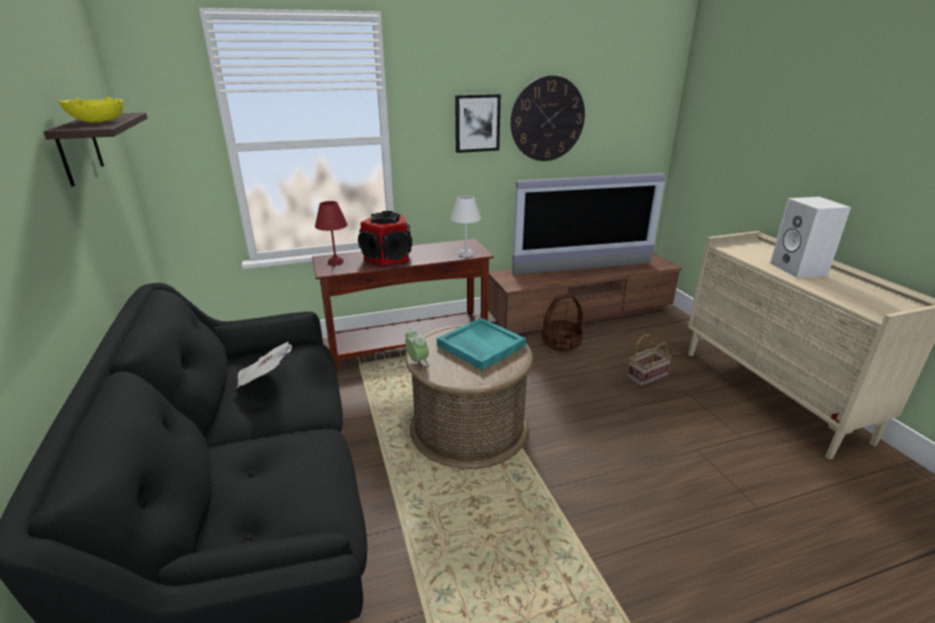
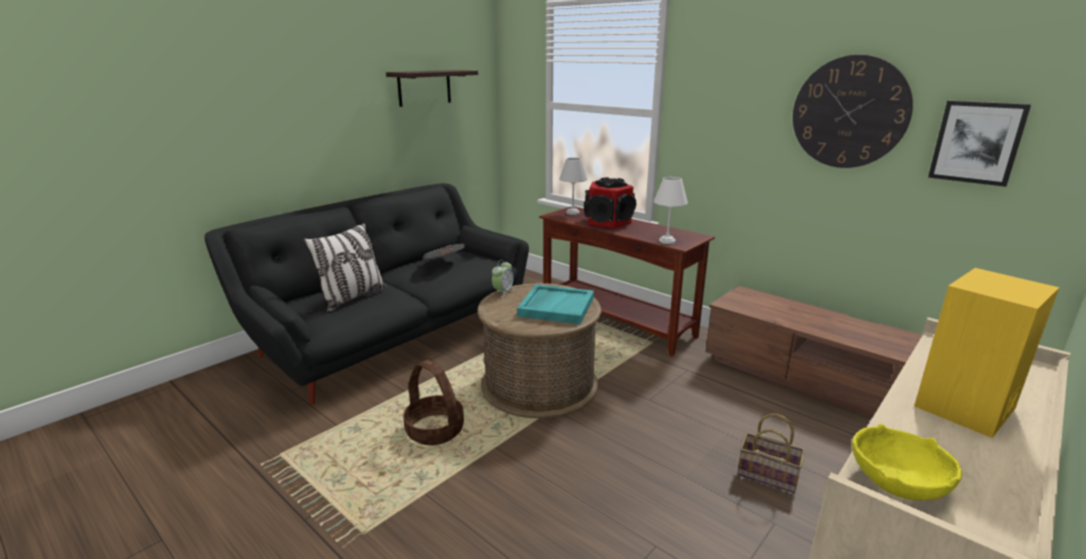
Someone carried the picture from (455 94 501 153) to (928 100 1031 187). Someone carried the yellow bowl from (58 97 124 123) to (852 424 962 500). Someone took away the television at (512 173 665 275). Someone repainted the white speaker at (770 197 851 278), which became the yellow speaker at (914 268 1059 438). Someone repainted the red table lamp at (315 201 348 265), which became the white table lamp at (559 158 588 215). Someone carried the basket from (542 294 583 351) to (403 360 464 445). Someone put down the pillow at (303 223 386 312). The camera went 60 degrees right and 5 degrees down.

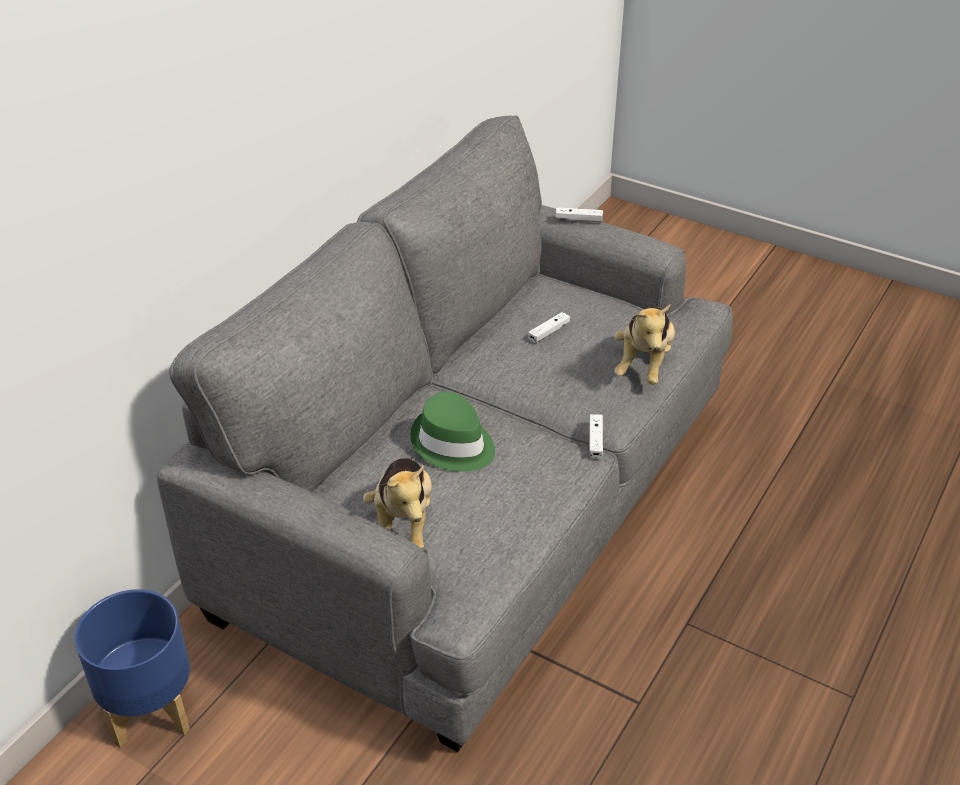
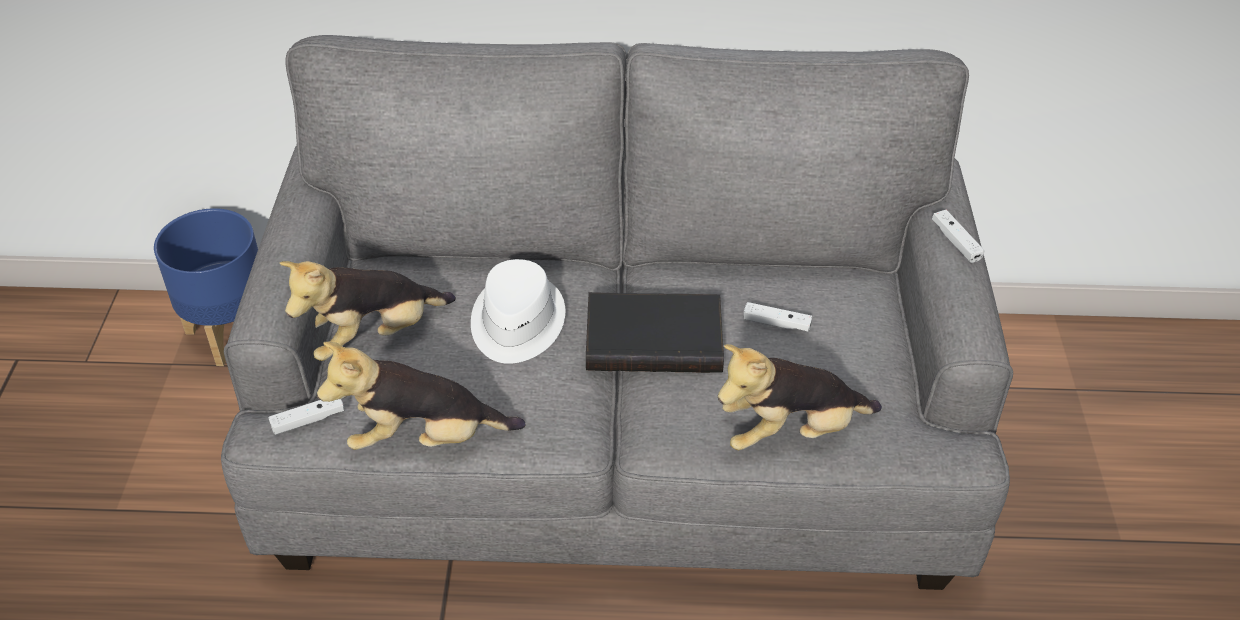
Someone repainted the green hat at (411 392 495 472), which became the white hat at (471 259 565 364). Someone carried the white game controller from (589 414 603 459) to (268 399 344 435). Someone put down the black book at (586 292 724 373). Someone put down the plush toy at (317 341 526 450). The camera went 60 degrees right and 5 degrees up.

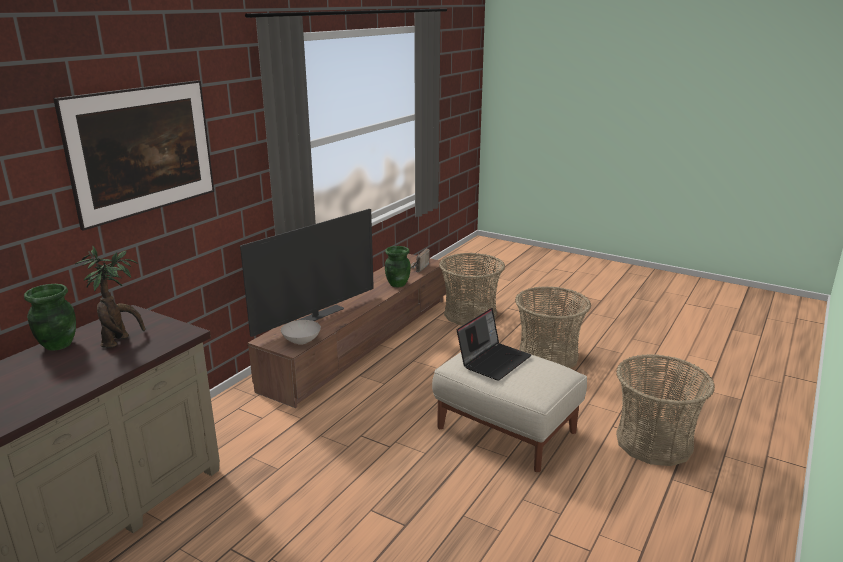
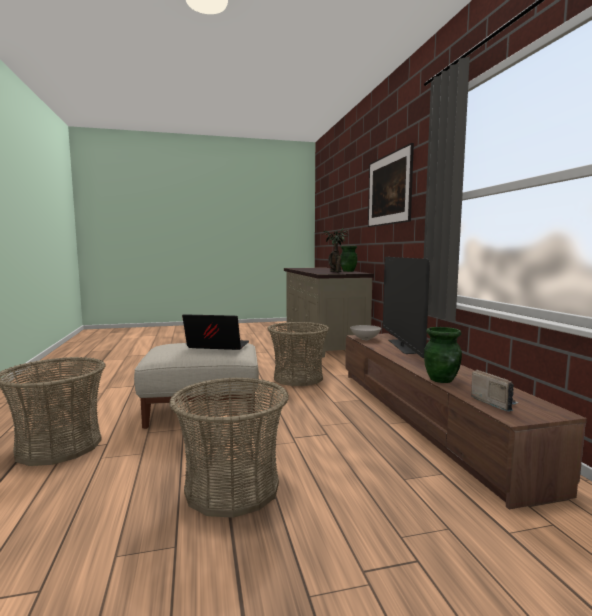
Someone carried the basket from (439 253 505 325) to (267 322 329 386). Someone rotated the laptop at (457 308 531 381) by 105 degrees clockwise. The camera went 135 degrees right and 15 degrees down.

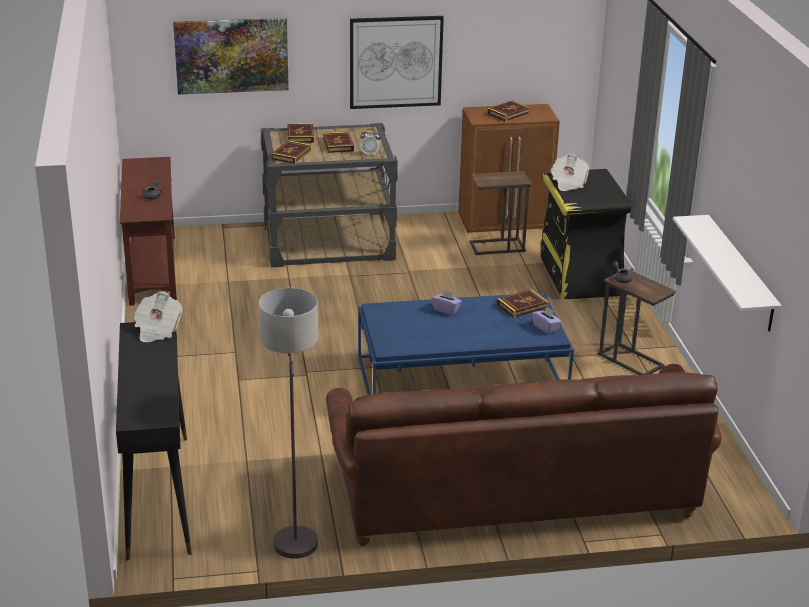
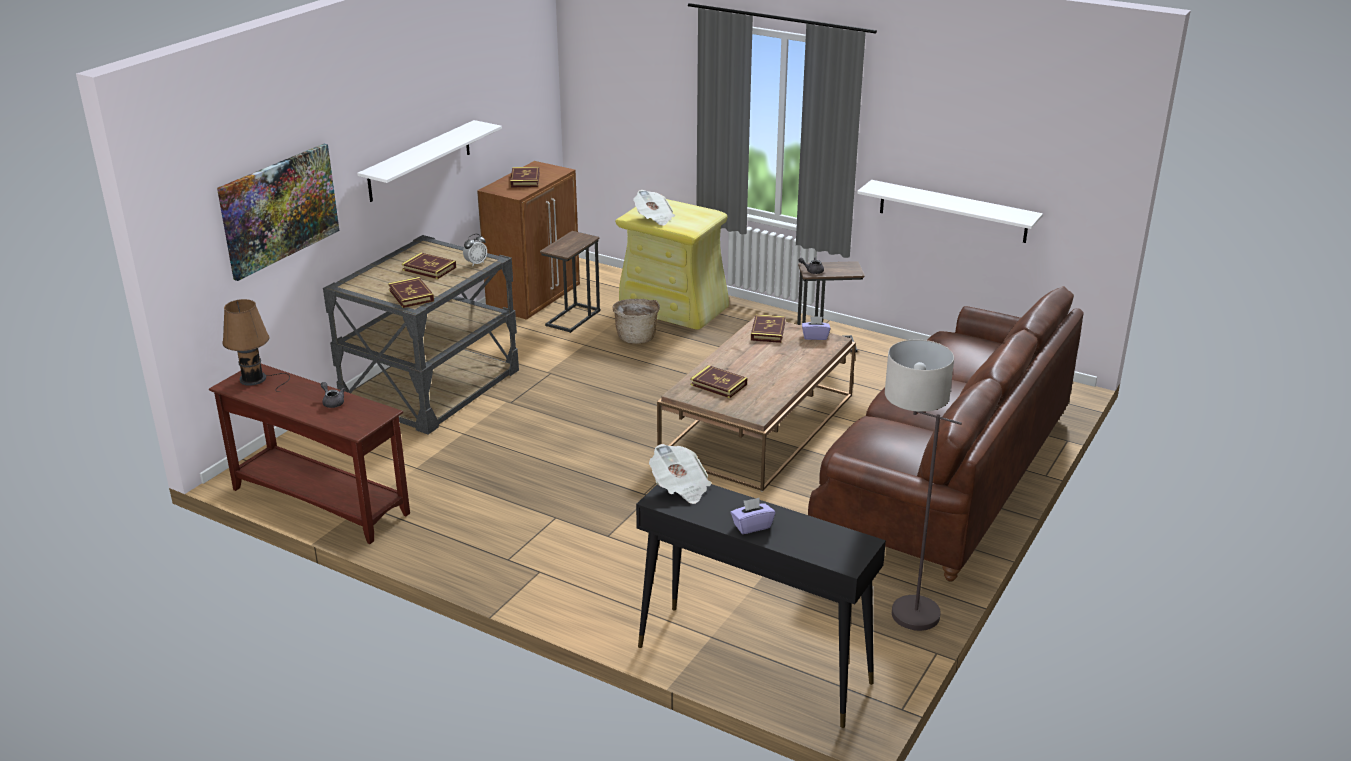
Someone swapped the picture at (350 16 444 109) for the white shelf at (357 120 502 202). Someone carried the book from (287 123 314 143) to (691 365 747 398). Someone repainted the black nightstand at (541 169 631 299), which became the yellow nightstand at (615 199 729 330). Someone carried the purple tissue box from (431 290 462 315) to (731 498 775 534). Someone repainted the blue coffee table at (358 293 574 395), which became the brown coffee table at (657 317 856 492). Someone put down the brown table lamp at (222 299 290 392). Someone put down the basket at (612 299 660 344). The camera went 50 degrees left and 0 degrees up.

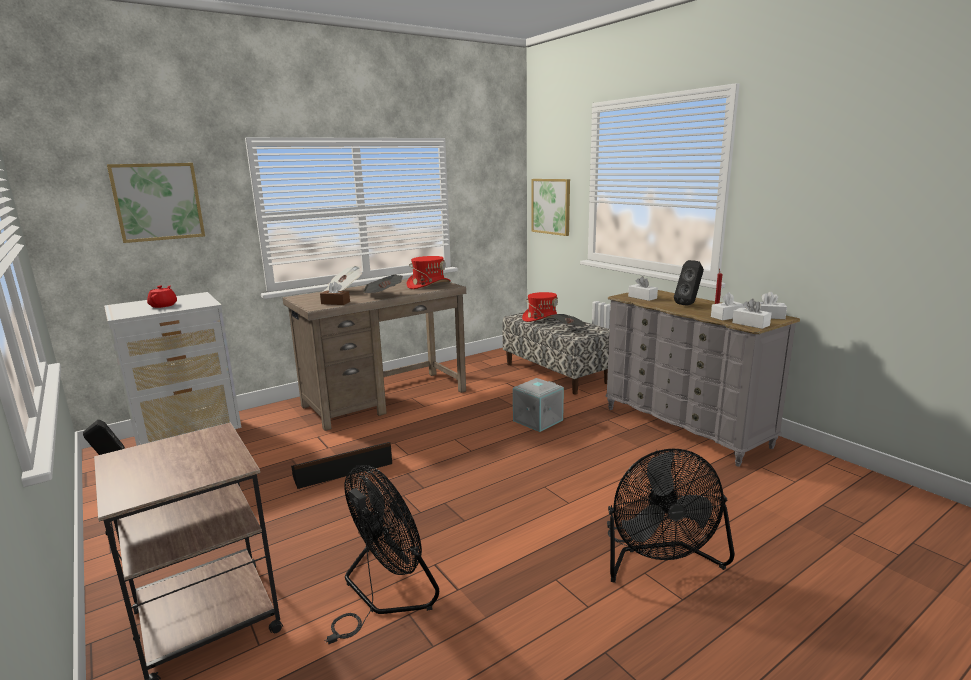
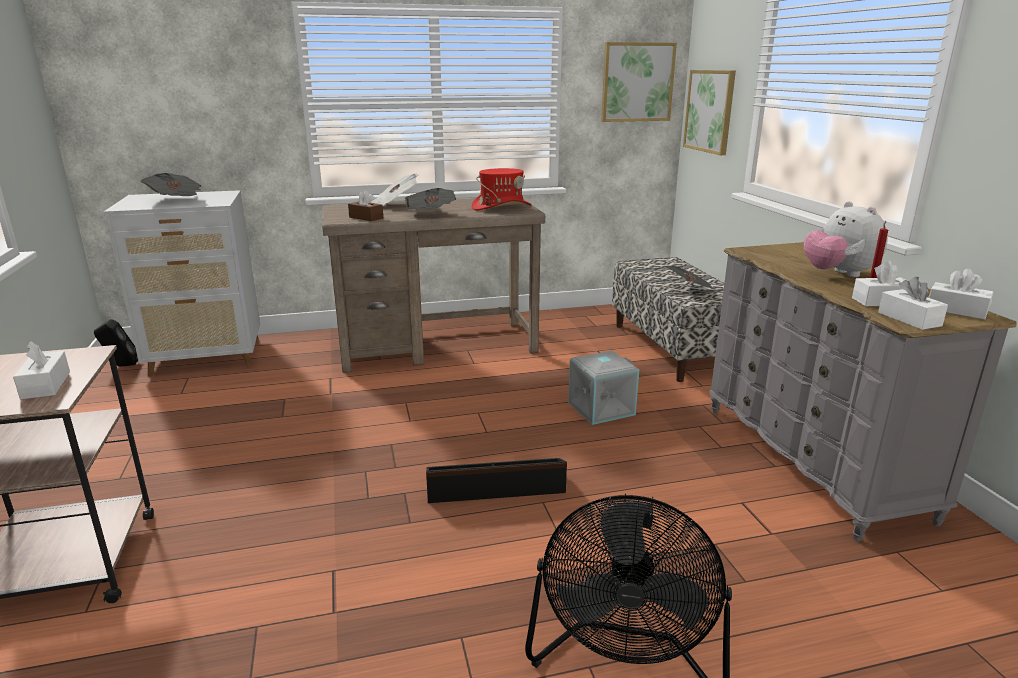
Someone carried the picture from (107 163 205 243) to (601 42 677 122). Someone swapped the black speaker at (674 260 704 306) for the plush toy at (804 201 888 277). Someone carried the white tissue box from (628 276 658 301) to (13 341 70 399). Someone swapped the red teapot at (147 285 177 308) for the newspaper at (141 173 201 196). Someone took away the red hat at (522 292 558 322). Someone carried the black storage box from (291 442 392 489) to (426 458 567 503). Someone took away the black fan at (324 465 439 644). The camera went 20 degrees right and 5 degrees up.

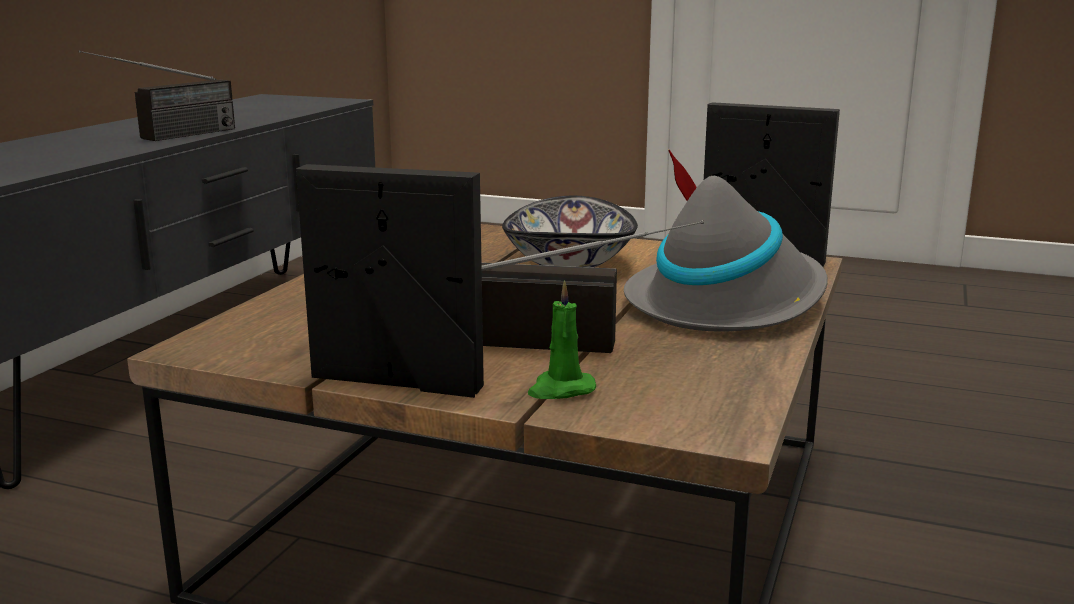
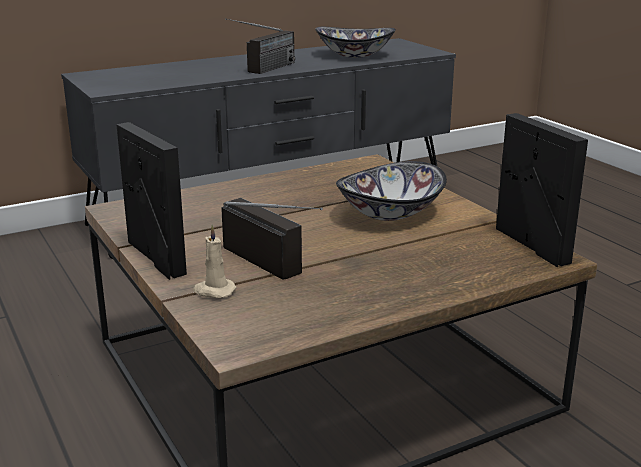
Someone rotated the radio at (79 50 235 141) by 45 degrees counterclockwise. Someone took away the grey hat at (624 150 828 332). Someone repainted the green candle at (528 280 596 399), which became the beige candle at (193 225 237 298). Someone put down the bowl at (316 27 396 58). The camera went 40 degrees right and 5 degrees up.

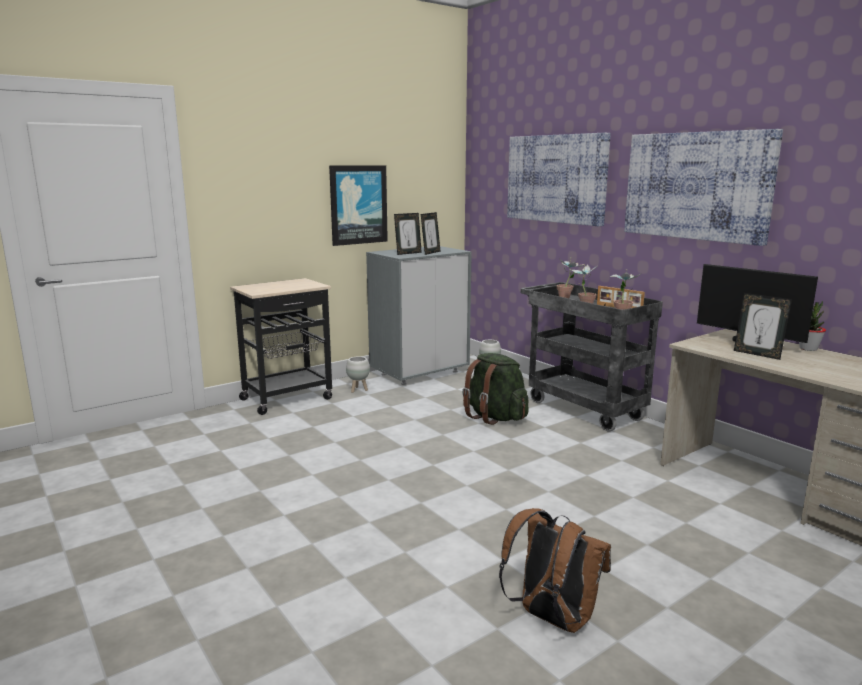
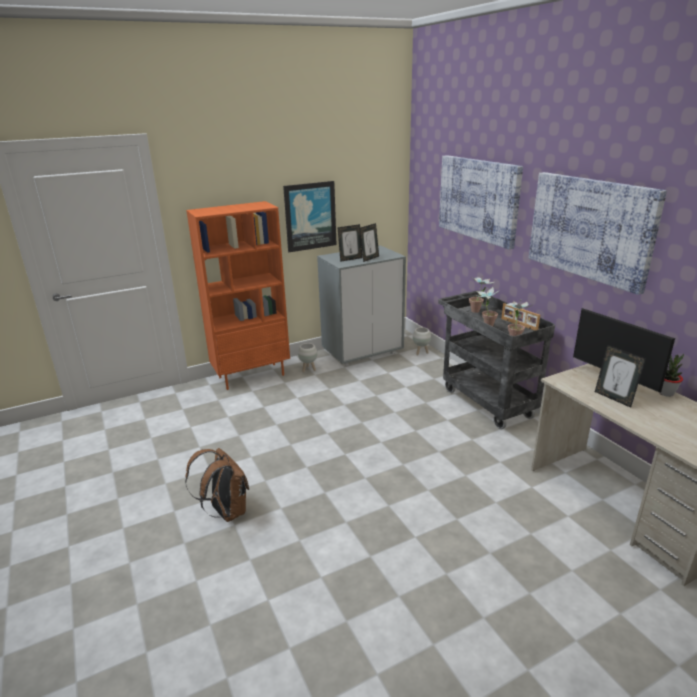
Someone swapped the cart at (230 278 332 415) for the orange bookcase at (186 201 290 390). Someone took away the green backpack at (462 353 528 425). Someone carried the brown backpack from (499 508 611 633) to (185 448 249 522). The camera went 10 degrees right and 10 degrees up.

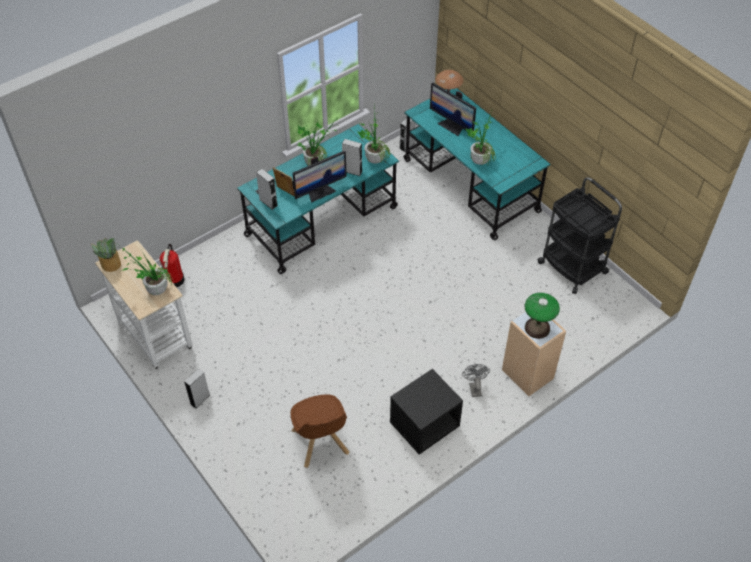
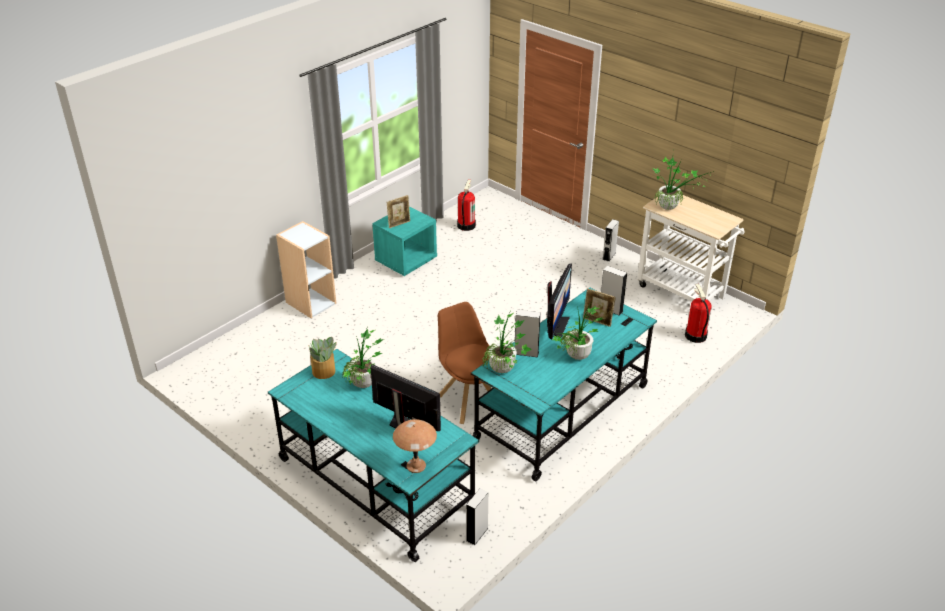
Someone rotated the monitor at (292 151 347 203) by 150 degrees clockwise. Someone took away the black cart at (538 177 622 294). Someone carried the potted plant from (91 238 121 272) to (308 337 337 379). Someone took away the table lamp at (524 293 560 339). Someone took away the grey fan at (462 364 490 397). Someone repainted the black nightstand at (390 369 463 455), which became the turquoise nightstand at (372 206 437 276). Someone carried the brown chair from (290 394 349 468) to (438 302 492 424). Someone put down the fire extinguisher at (457 180 476 231). Someone put down the picture frame at (387 195 410 228). The camera went 170 degrees right and 15 degrees down.

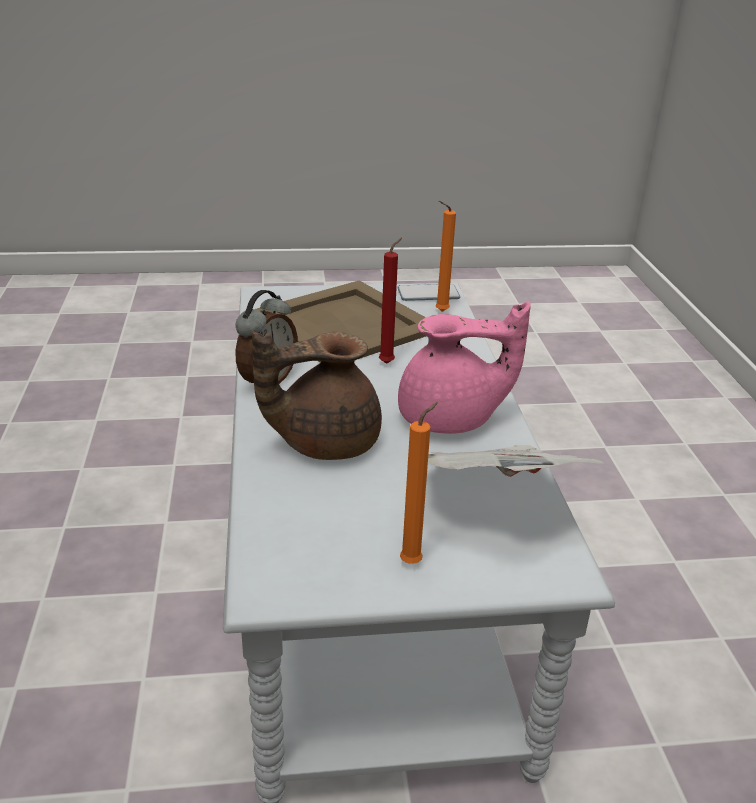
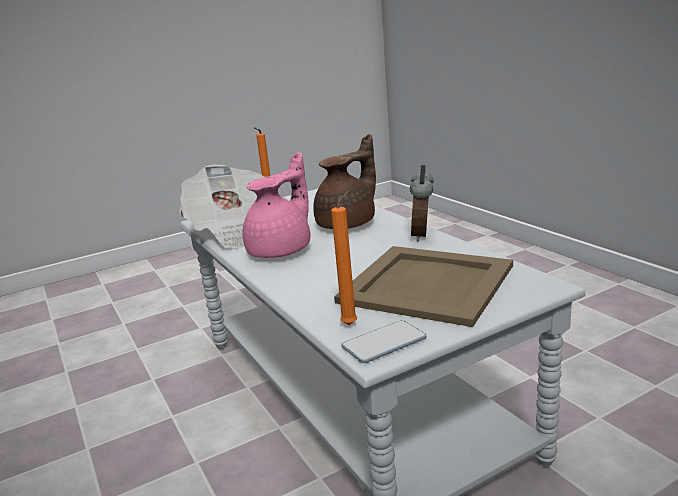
Someone took away the red candle at (379 238 402 364). Someone rotated the pink teapot at (398 302 530 434) by 150 degrees clockwise. The camera went 160 degrees right and 10 degrees down.

